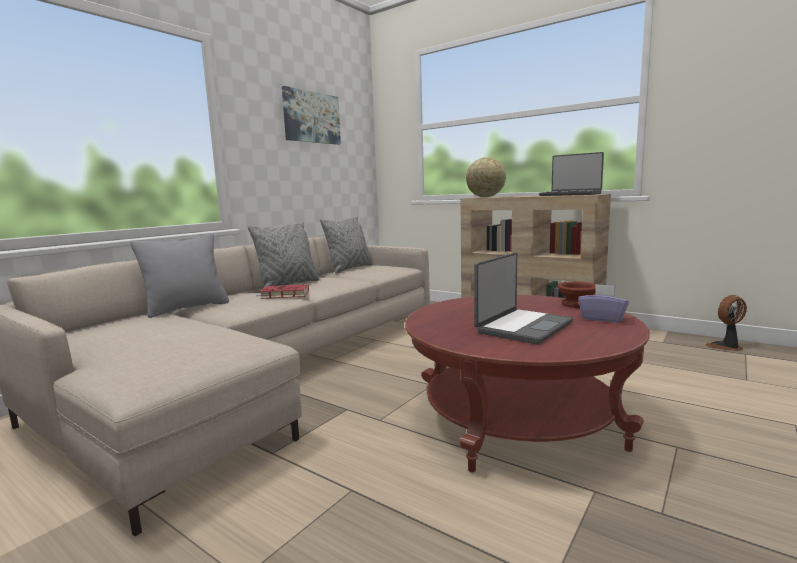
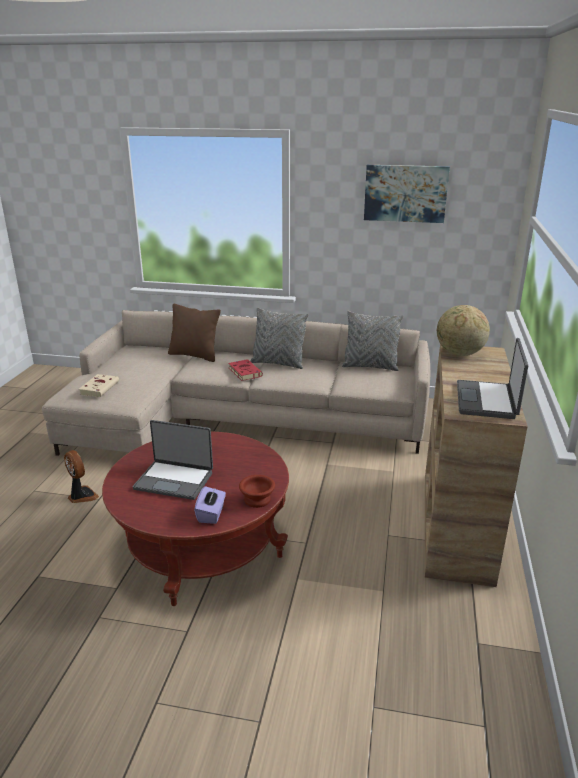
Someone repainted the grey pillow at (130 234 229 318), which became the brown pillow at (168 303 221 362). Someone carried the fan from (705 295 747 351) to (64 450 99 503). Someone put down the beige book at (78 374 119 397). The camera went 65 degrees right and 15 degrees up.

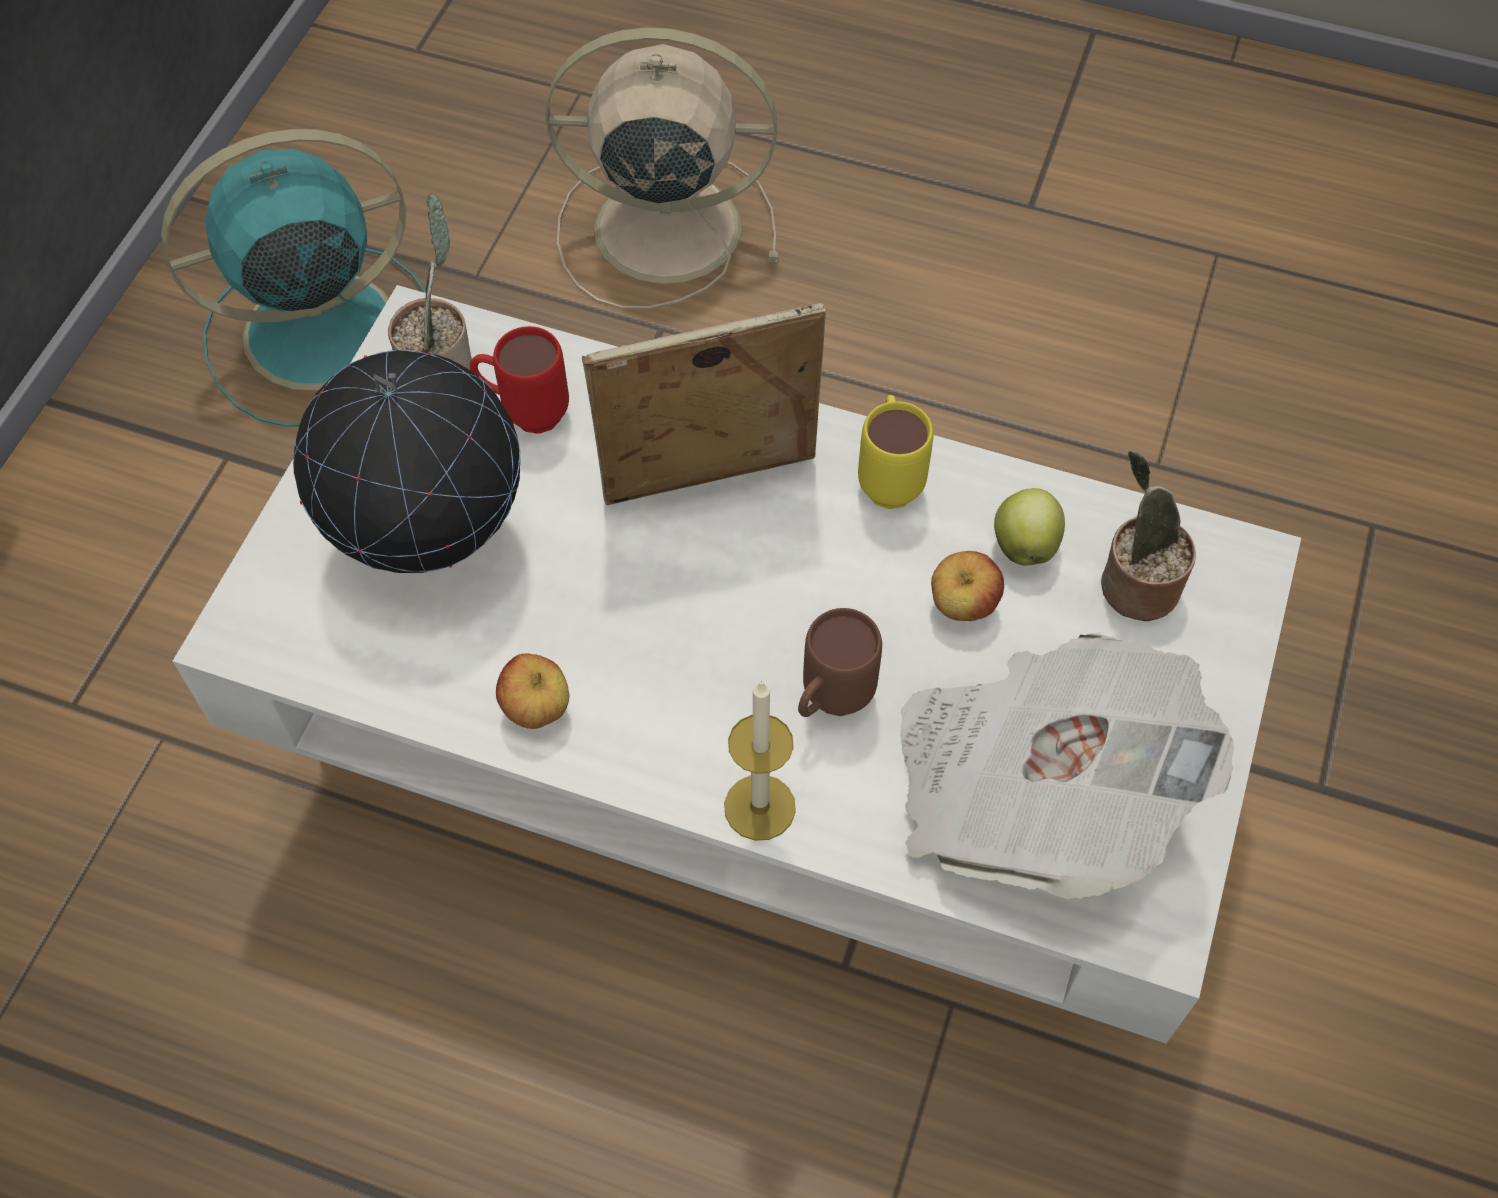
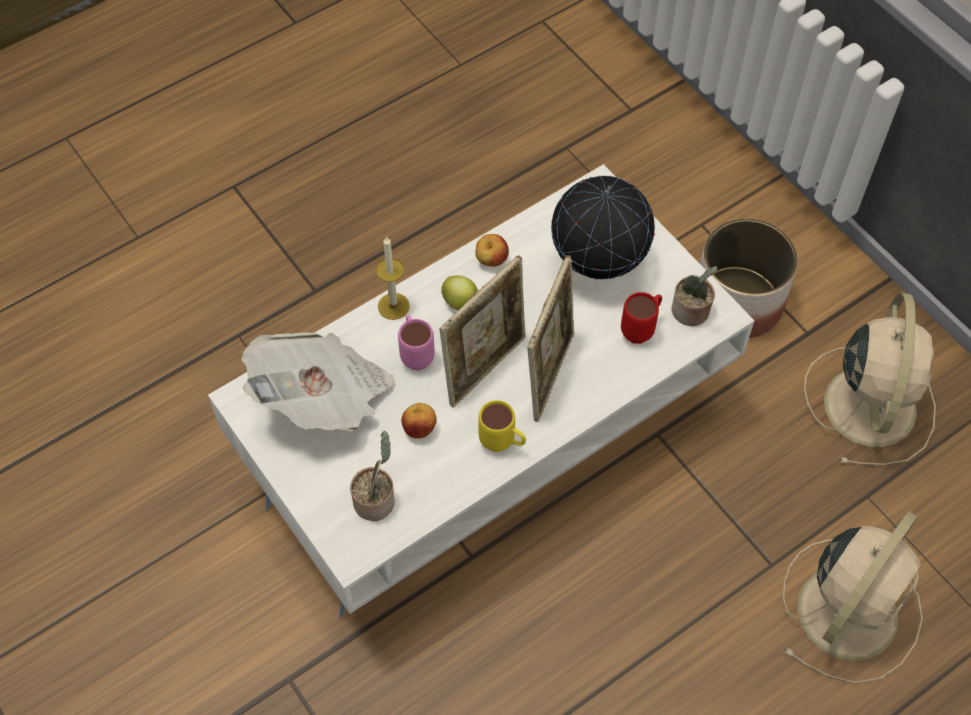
Someone repainted the turquoise fan at (161 129 426 427), which became the beige fan at (804 293 936 466). Someone carried the apple from (994 488 1065 565) to (441 276 478 310). Someone repainted the brown mug at (798 608 882 717), which became the pink mug at (398 315 435 371). Someone put down the planter at (700 219 798 338). Someone put down the picture frame at (440 255 526 408). The camera went 125 degrees right and 0 degrees up.

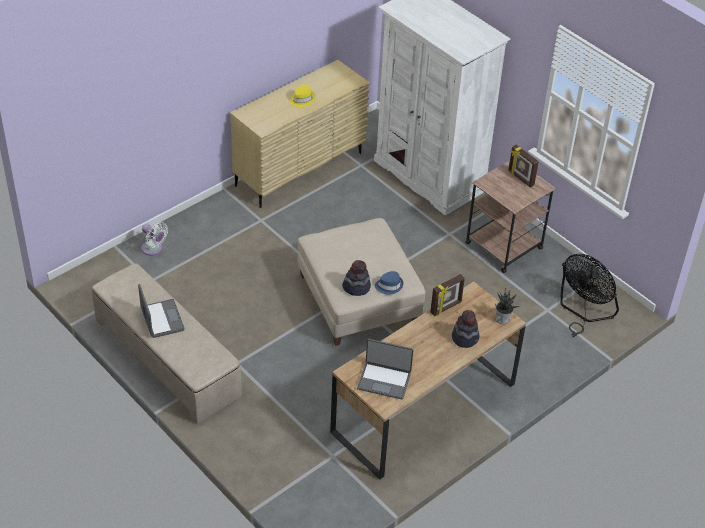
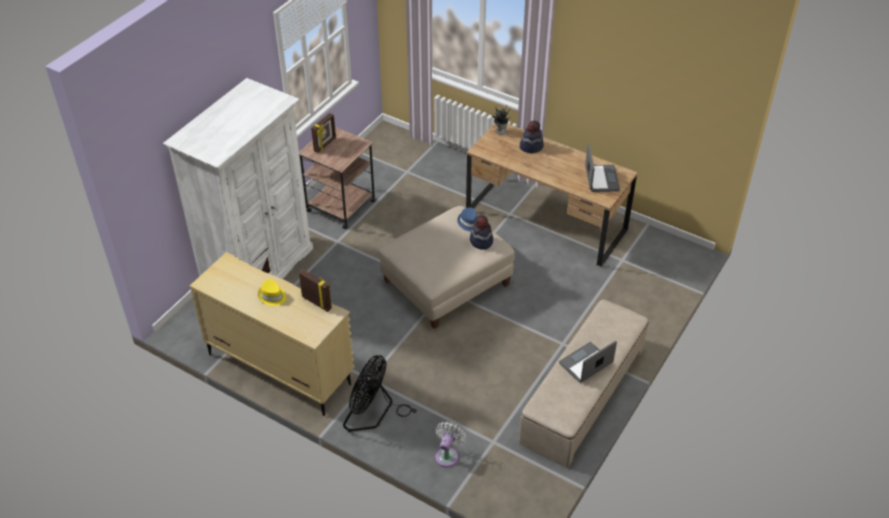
Someone carried the black fan from (560 254 619 337) to (343 355 417 432). Someone carried the picture frame from (430 274 465 316) to (299 270 332 312). The camera went 105 degrees left and 0 degrees up.

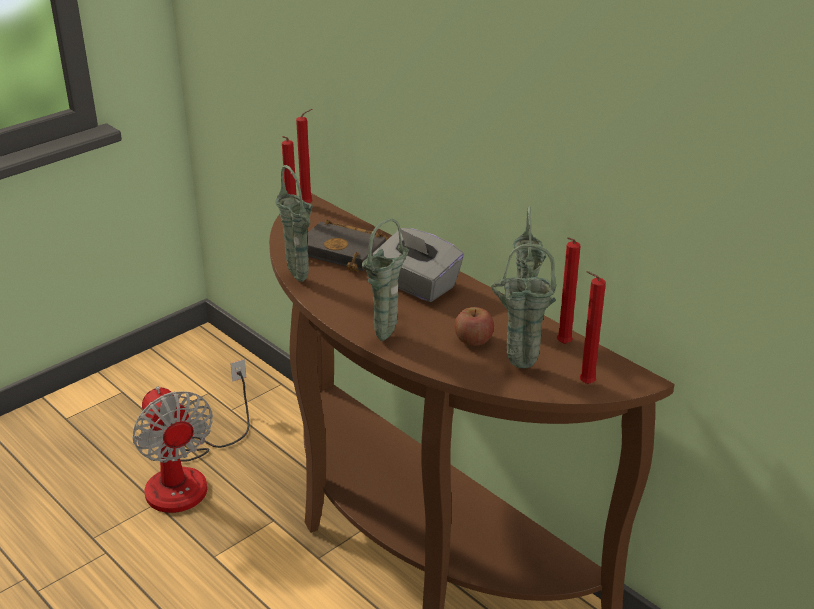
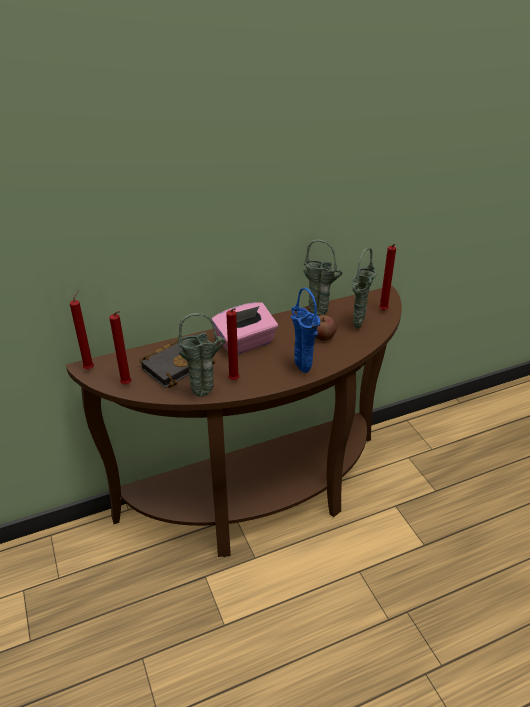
Someone repainted the green vase at (362 218 409 341), which became the blue vase at (291 287 321 373). Someone repainted the grey tissue box at (373 228 464 302), which became the pink tissue box at (211 302 278 354). Someone carried the red candle from (557 237 580 344) to (226 308 240 380). Someone took away the fan at (132 359 250 513). The camera went 70 degrees left and 5 degrees up.

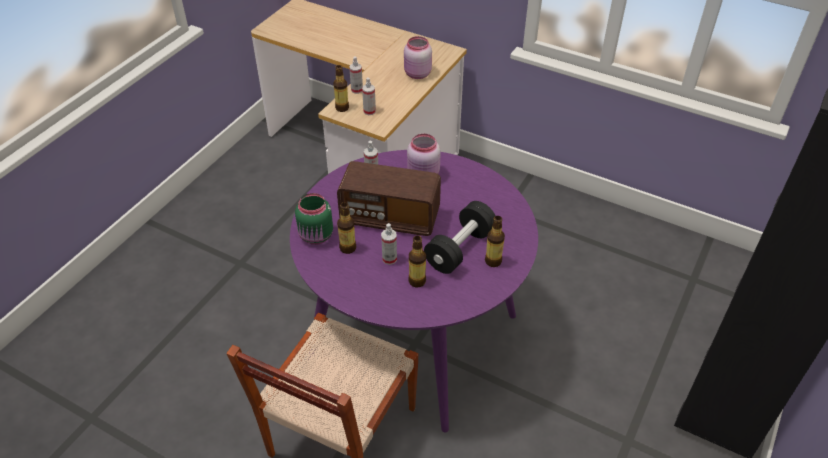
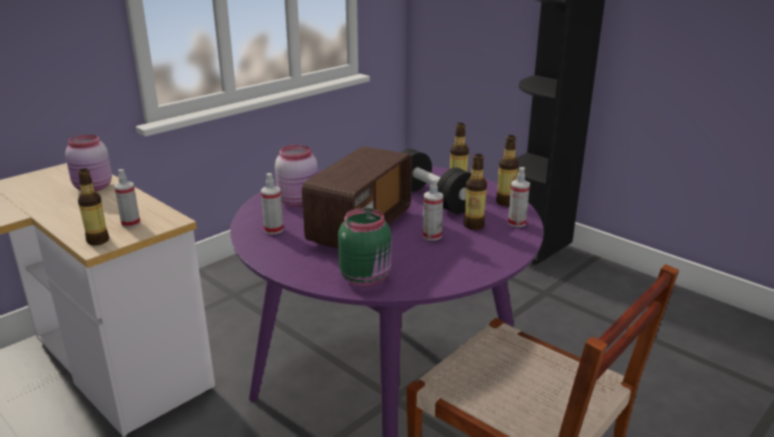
Someone carried the spray bottle from (349 56 363 94) to (508 167 530 227). Someone carried the bottle from (337 202 356 254) to (496 135 519 206). The camera went 75 degrees left and 20 degrees down.

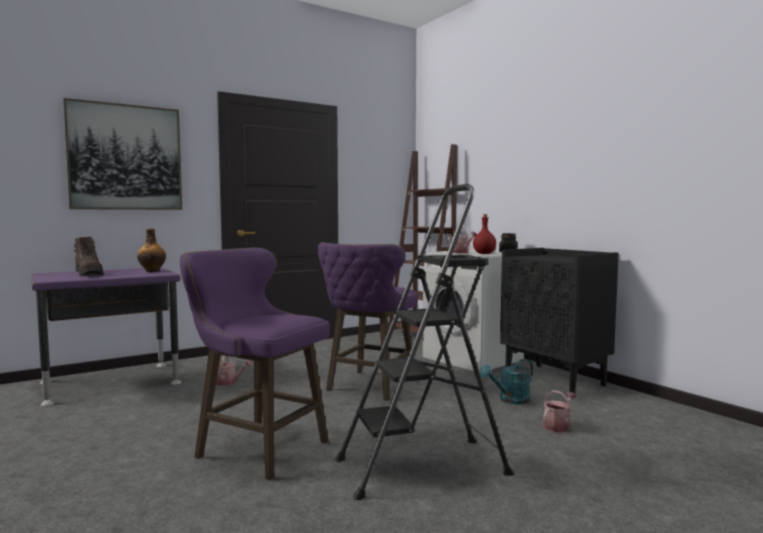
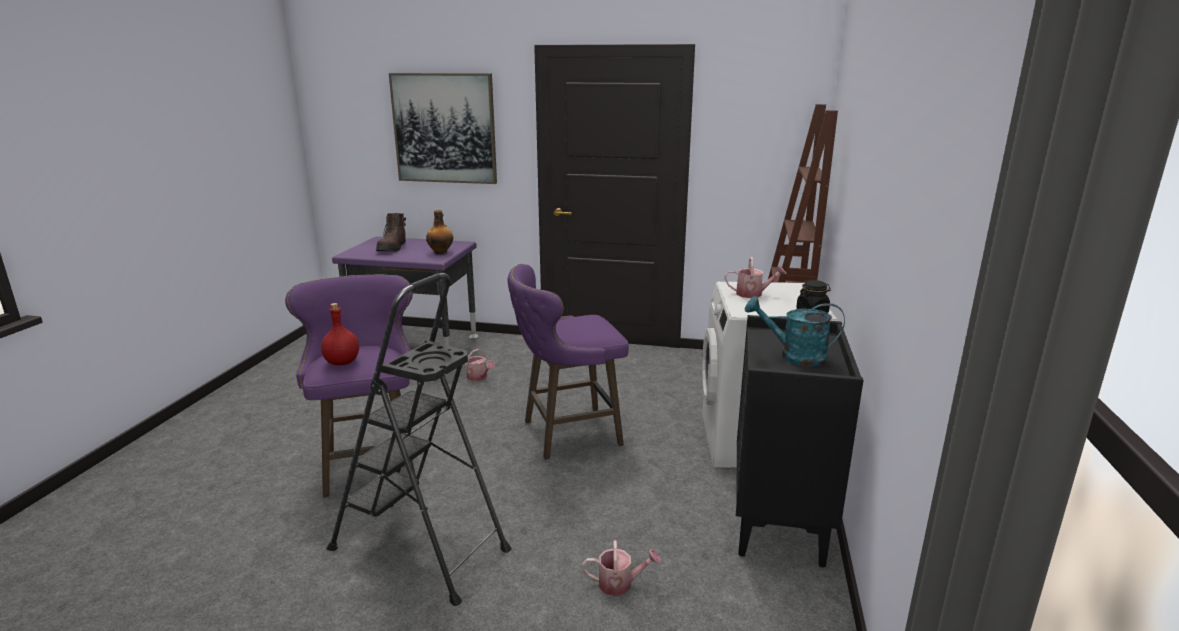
Someone carried the red bottle from (473 214 496 254) to (321 303 359 365). Someone carried the turquoise watering can from (480 359 533 404) to (745 296 845 367). The camera went 45 degrees right and 15 degrees up.

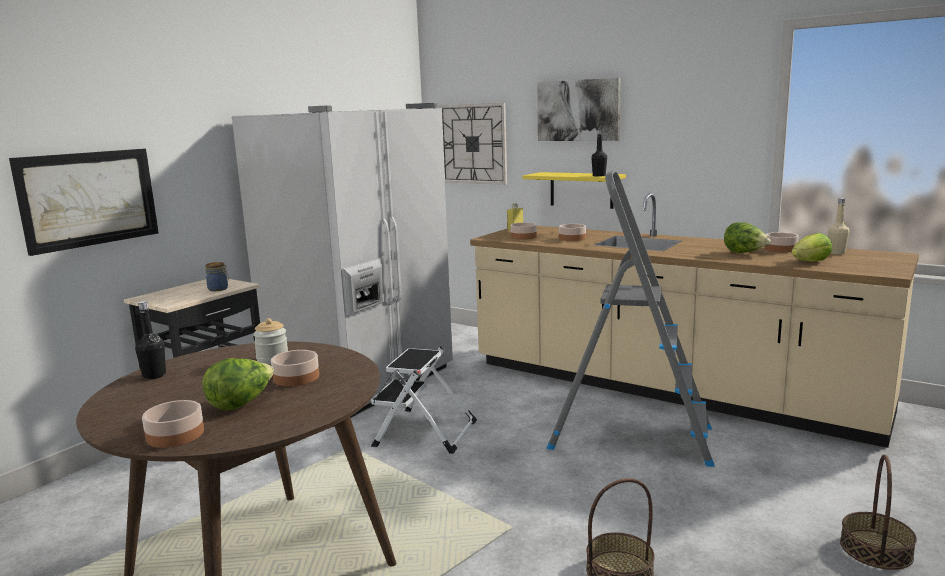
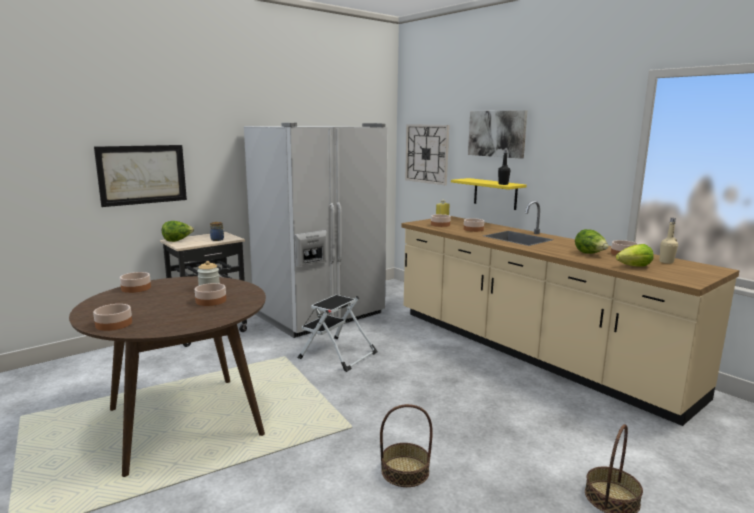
Someone took away the grey step ladder at (546 170 714 467). Someone swapped the black bottle at (135 301 166 379) for the bowl at (120 272 151 293). Someone carried the lettuce from (202 358 274 410) to (162 221 194 242). The camera went 15 degrees right and 0 degrees up.

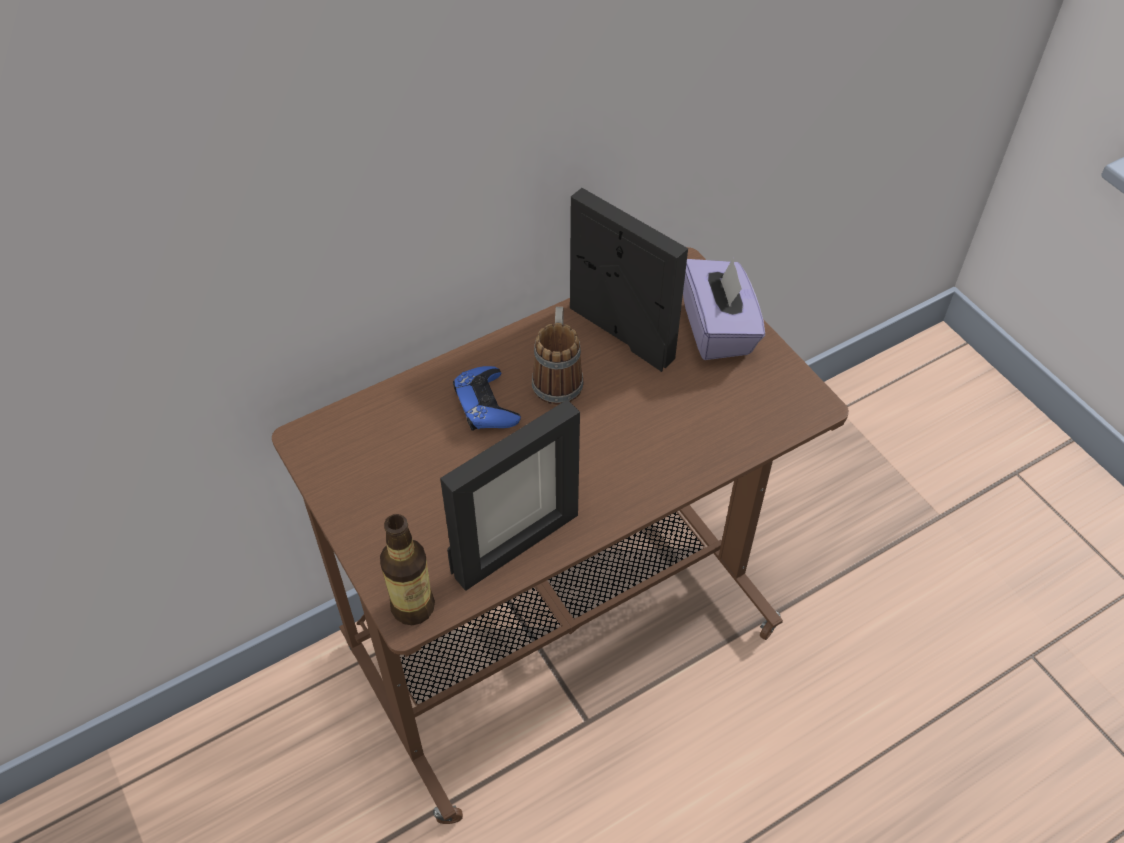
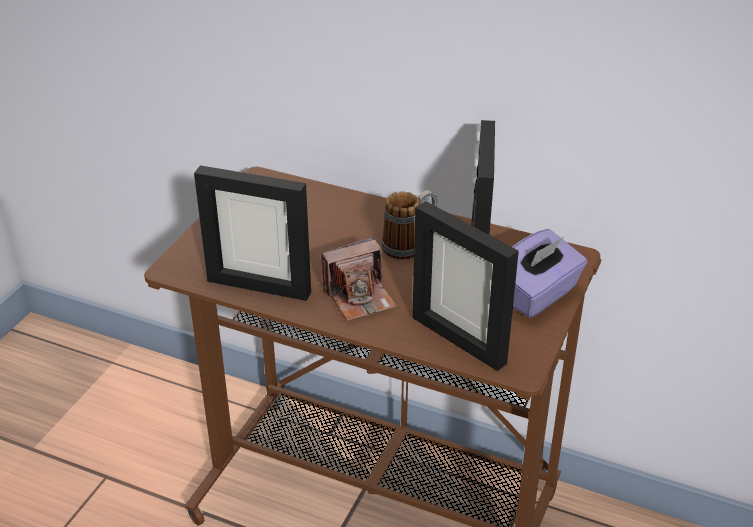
Someone took away the blue game controller at (453 366 521 431). Someone took away the bottle at (380 514 435 625). Someone put down the picture frame at (412 201 519 371). Someone put down the photo camera at (321 237 397 321). The camera went 55 degrees right and 15 degrees down.

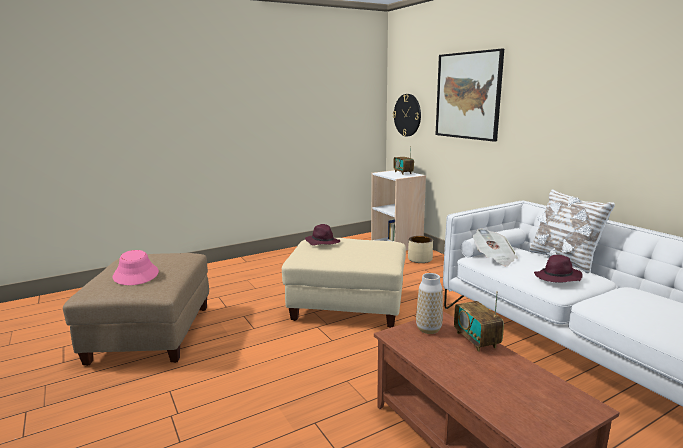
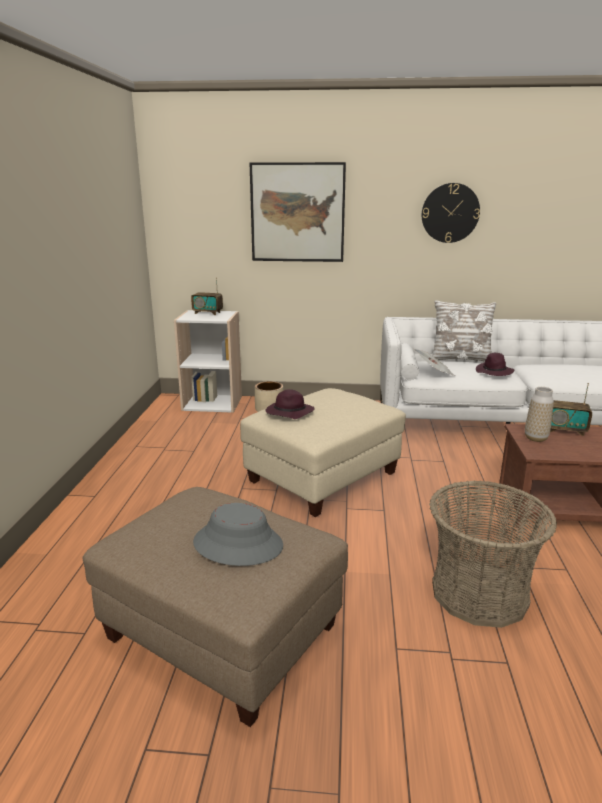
Someone carried the wall clock from (393 94 421 136) to (422 183 480 243). Someone repainted the pink hat at (112 250 159 285), which became the grey hat at (193 503 283 566). Someone put down the basket at (429 480 557 628). The camera went 55 degrees left and 5 degrees up.

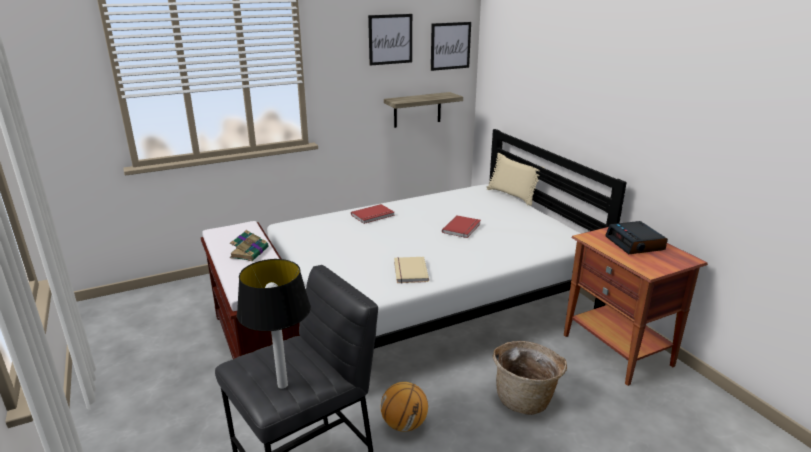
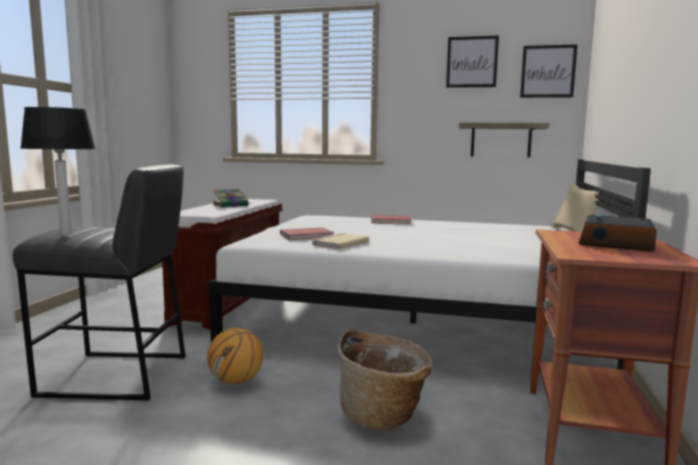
Someone carried the red book from (442 215 481 238) to (280 228 334 240). The camera went 40 degrees right and 15 degrees down.

